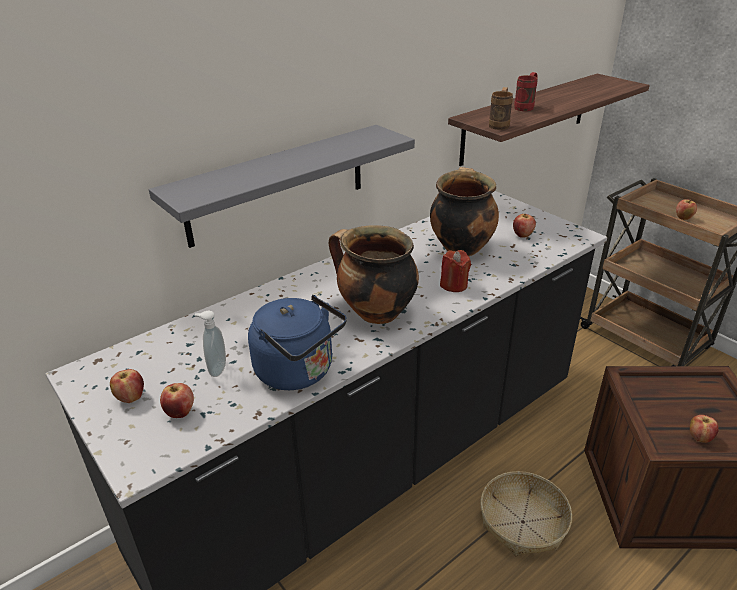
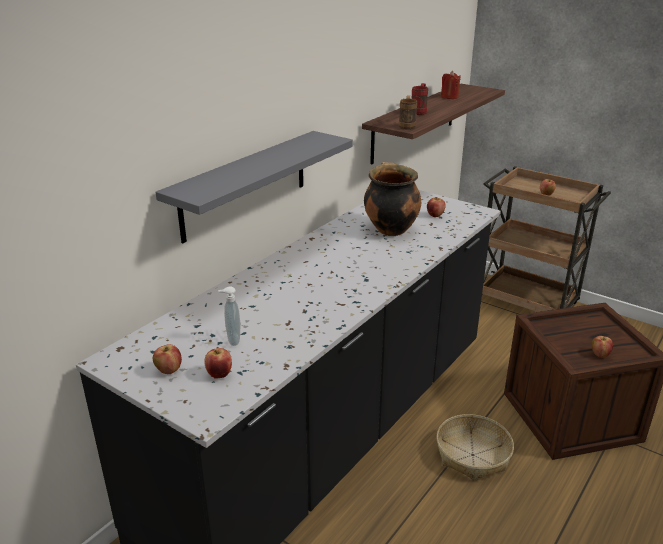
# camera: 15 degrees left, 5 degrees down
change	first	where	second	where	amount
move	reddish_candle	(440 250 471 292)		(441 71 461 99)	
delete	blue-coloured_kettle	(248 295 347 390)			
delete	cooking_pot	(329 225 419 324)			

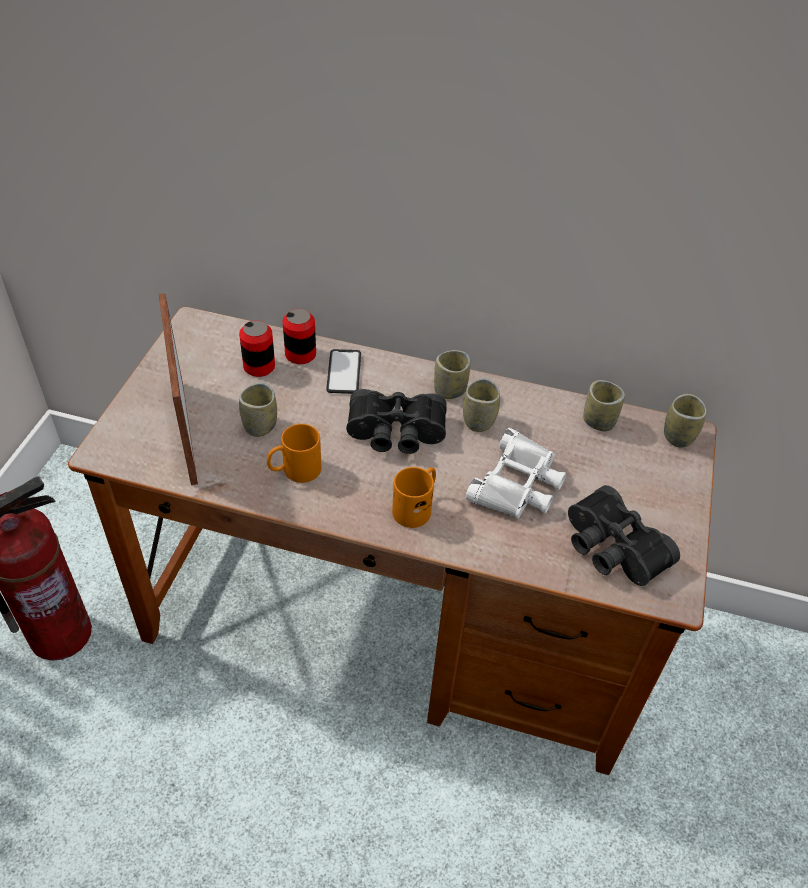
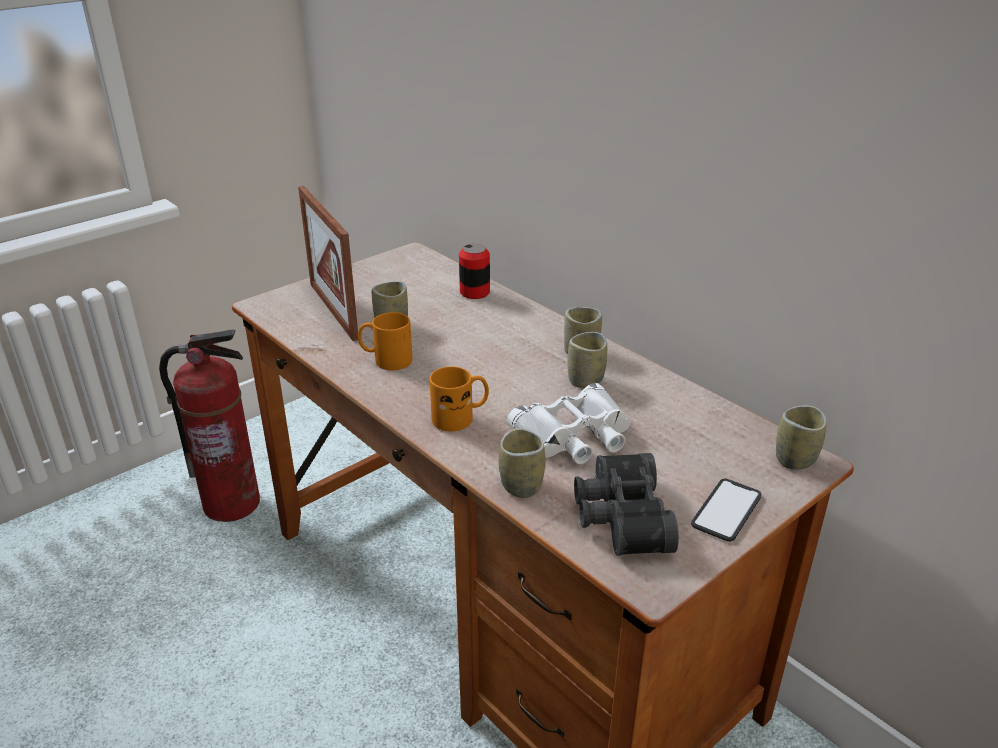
# camera: 35 degrees right, 15 degrees down
change	first	where	second	where	amount
rotate	photo_frame	(159 293 198 485)		(298 186 358 341)	45 degrees counterclockwise
move	drinking_cup	(583 380 625 431)		(498 428 546 498)	
move	telephone	(326 349 361 394)		(691 479 761 542)	
delete	can	(239 320 275 377)			
delete	black-coloured_binoculars	(346 389 447 454)			

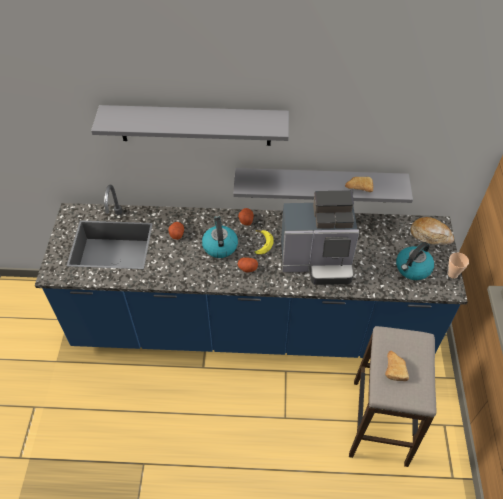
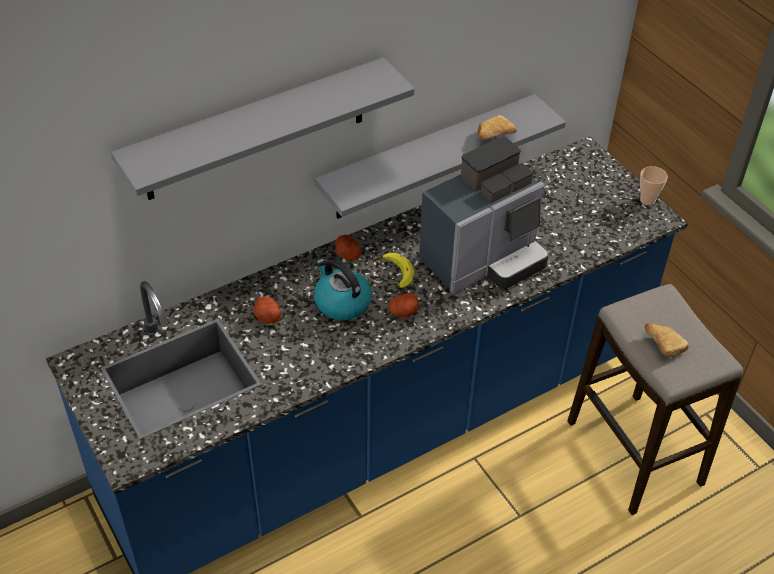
# camera: 35 degrees left, 5 degrees down
change	first	where	second	where	amount
delete	kettle	(396 242 434 280)			
delete	bakery_bread	(411 217 454 245)			

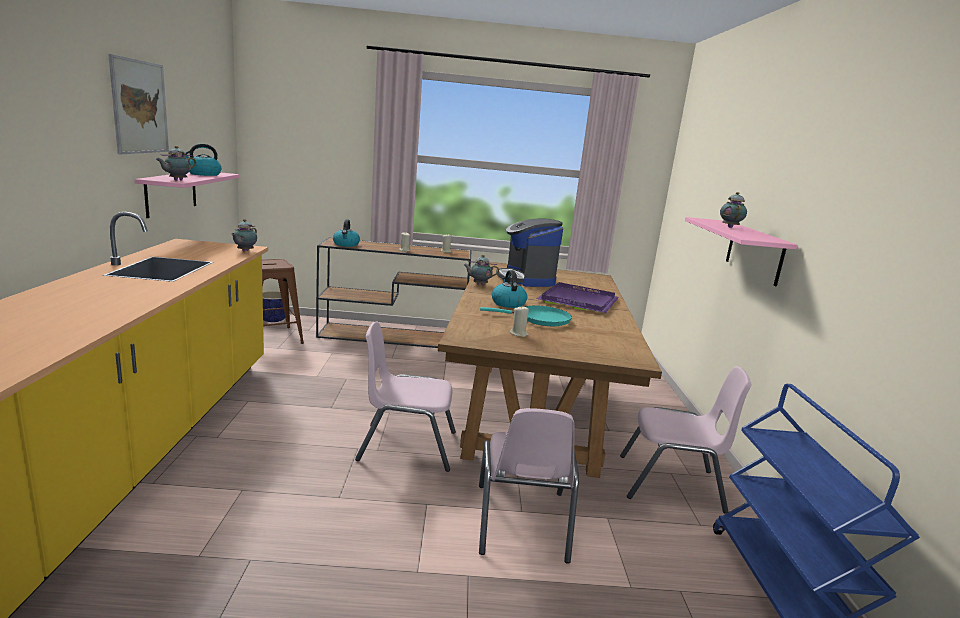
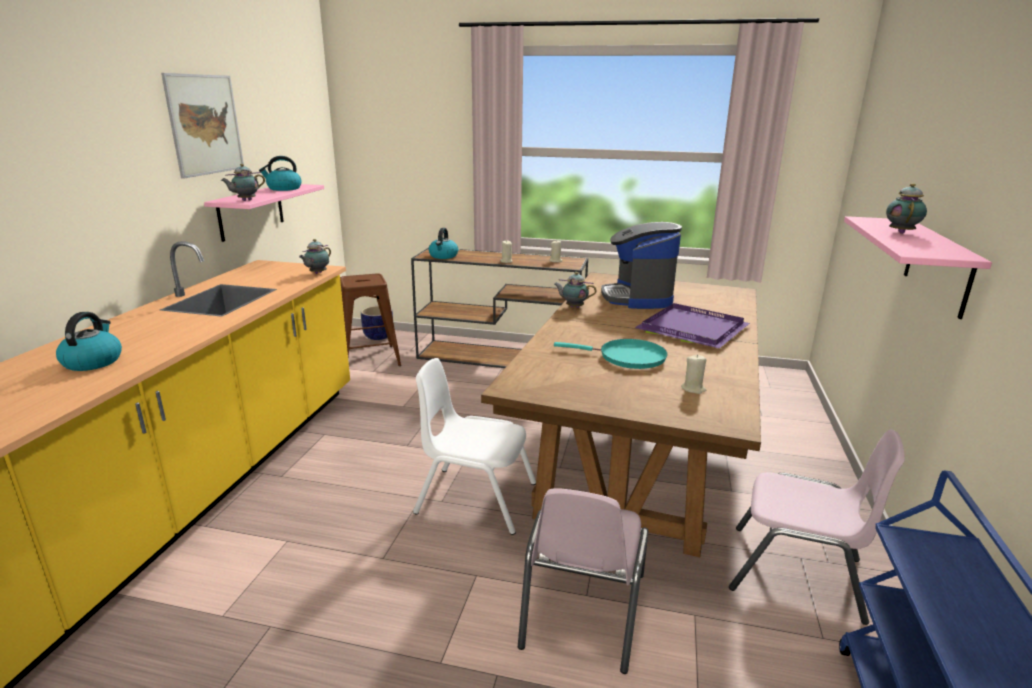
# camera: 15 degrees right, 5 degrees up
change	first	where	second	where	amount
move	kettle	(492 270 527 308)		(56 312 122 371)	
recolor	pink_plain_chair	(355 322 456 472)	whitish_plain_chair	(413 358 536 535)	
move	beige-coloured_candle	(510 307 529 337)		(681 354 706 394)	

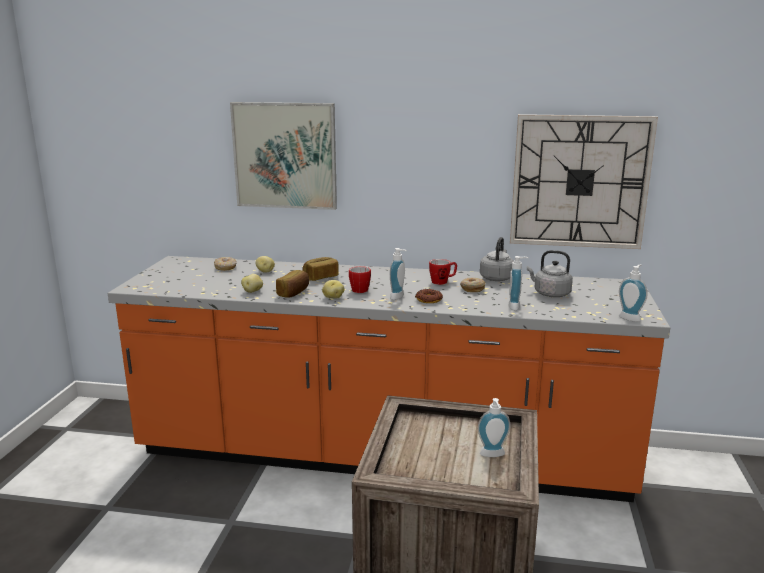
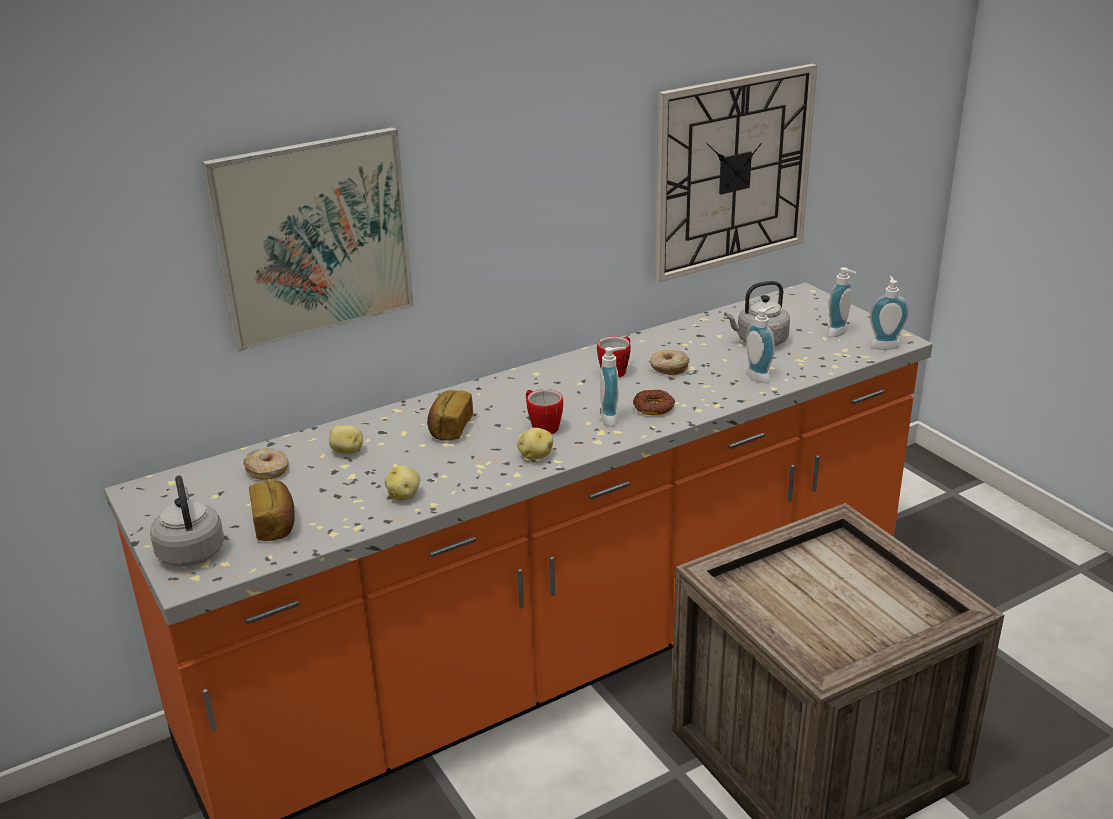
# camera: 40 degrees left, 10 degrees up
change	first	where	second	where	amount
move	gray_kettle	(480 237 514 281)		(150 475 224 566)	
move	bakery_bread	(276 270 309 298)		(249 480 295 541)	
move	liquid_soap_bottle	(478 398 511 457)		(827 267 857 337)	

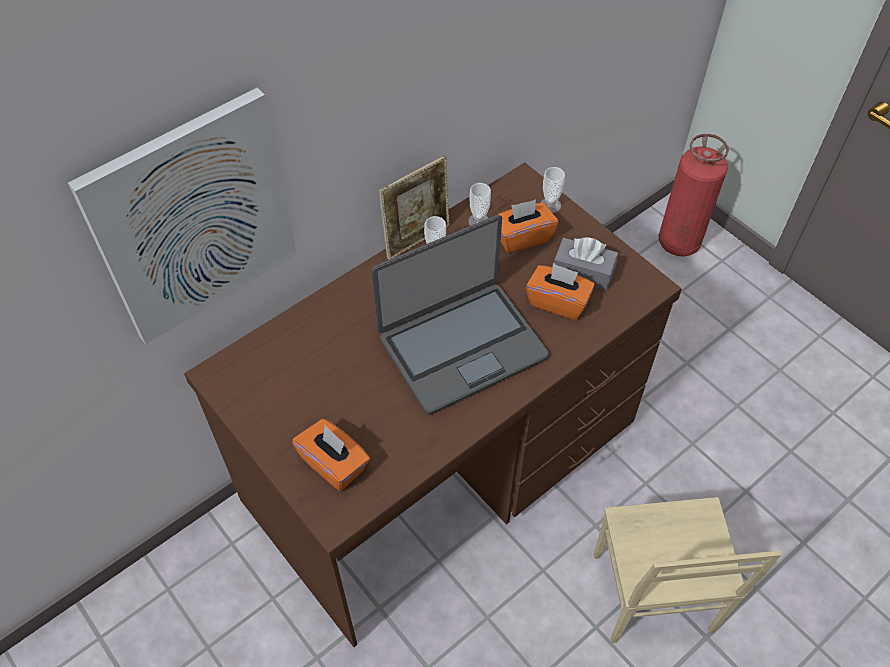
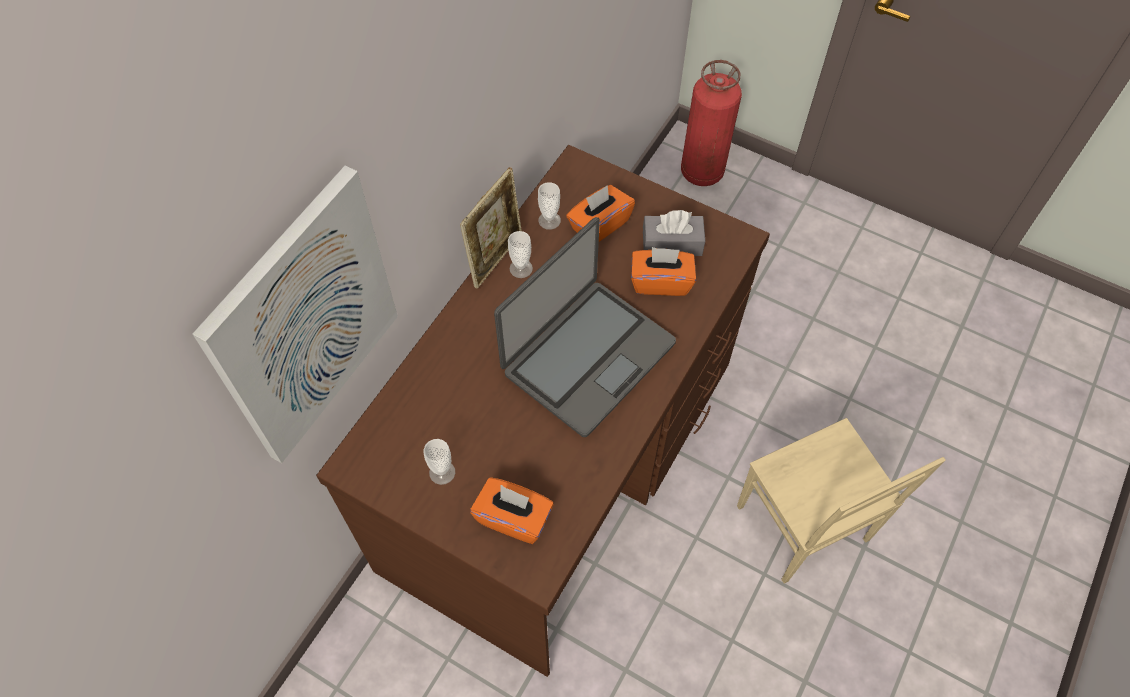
# camera: 20 degrees left, 5 degrees up
change	first	where	second	where	amount
move	drinking_cup	(541 167 565 213)		(423 439 455 485)	

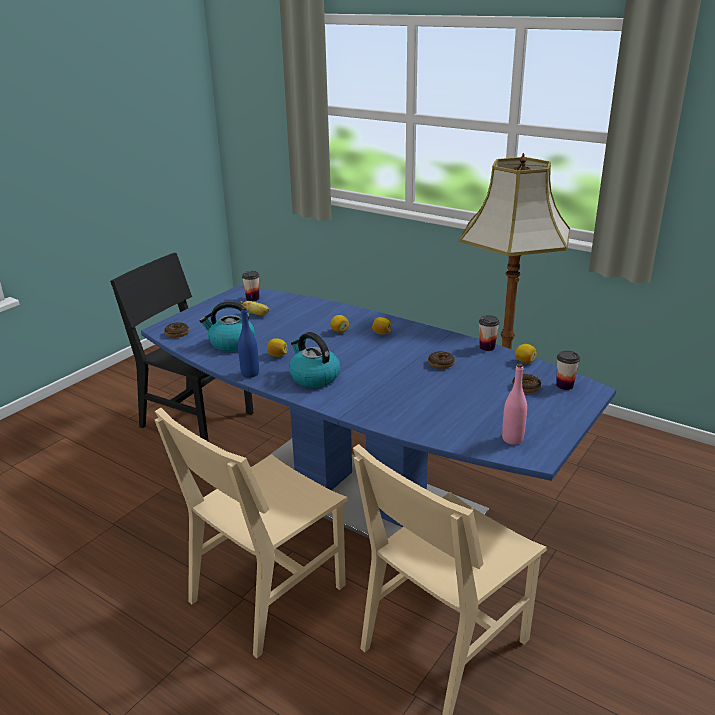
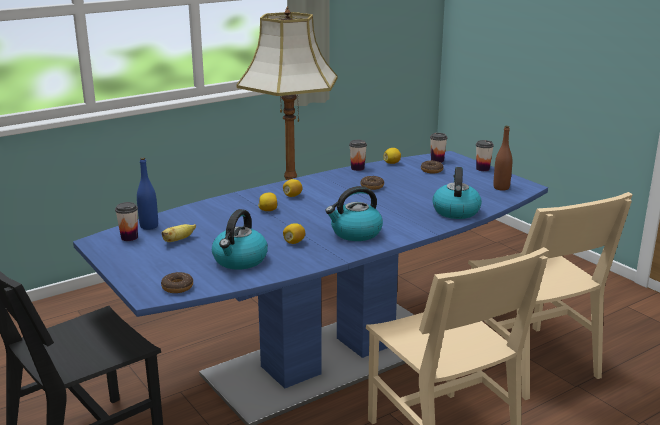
# camera: 70 degrees left, 5 degrees down
change	first	where	second	where	amount
move	blue-coloured_bottle	(238 307 259 378)		(137 157 158 230)	
insert			kettle	(432 167 482 219)	
insert			drinking_cup	(476 140 494 171)	
recolor	pink_bottle	(502 363 527 445)	brown-coloured_bottle	(494 126 512 191)	

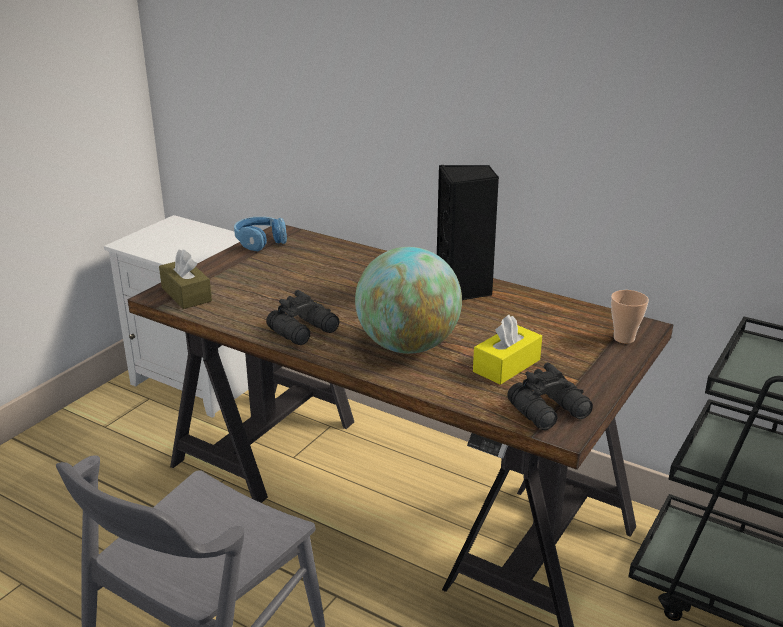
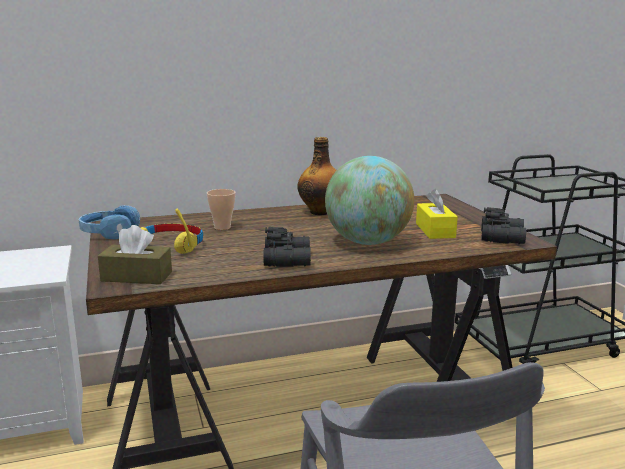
# camera: 50 degrees left, 10 degrees down
change	first	where	second	where	amount
insert			yellow-coloured_headphones	(141 209 203 254)	
move	drinking_cup	(611 290 649 344)		(207 189 236 230)	
replace	black-coloured_audio_speaker	(437 165 500 300)	bottle	(297 137 337 215)	

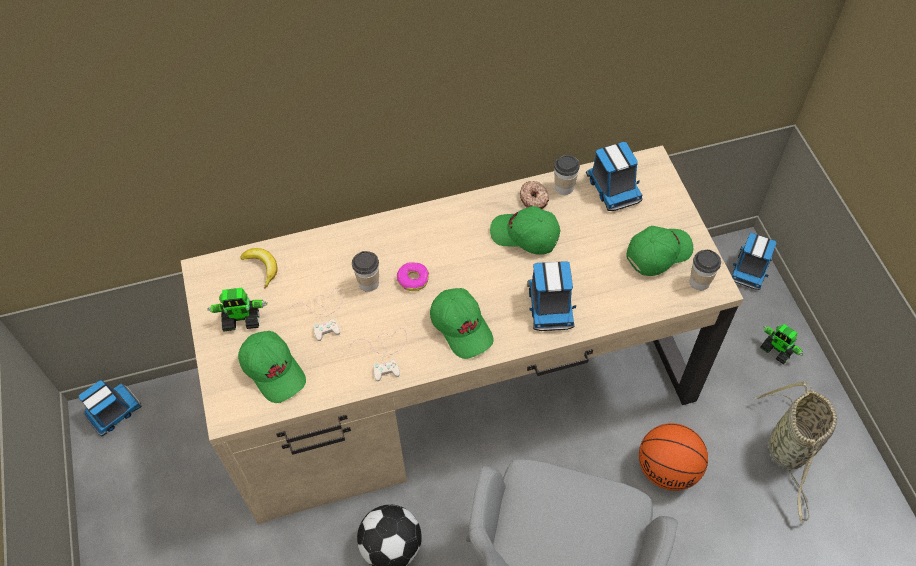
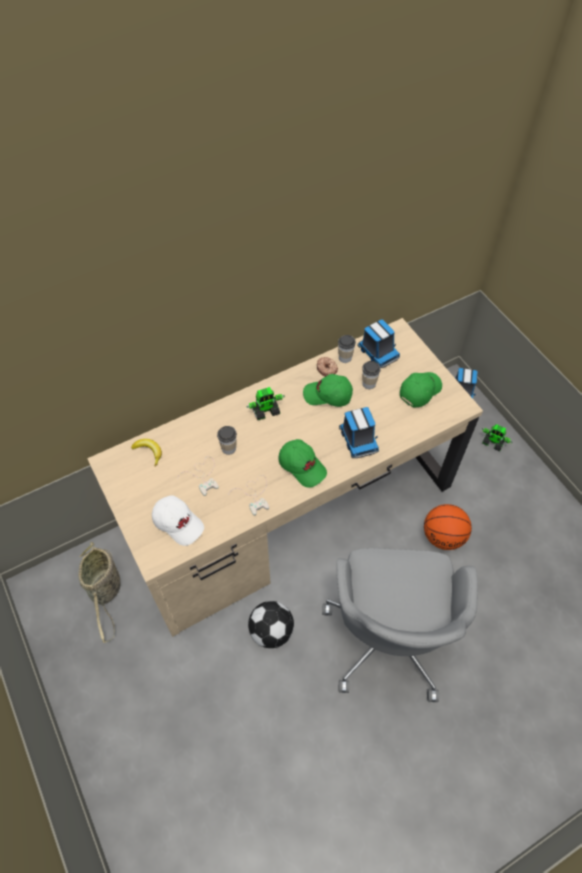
# camera: 15 degrees left, 0 degrees up
change	first	where	second	where	amount
move	household_basket	(755 381 837 522)		(78 542 120 643)	
recolor	greenish_peaked_cap	(238 331 306 403)	whitish_peaked_cap	(152 495 204 546)	
move	robot_figure	(207 288 267 332)		(246 387 285 420)	
move	drinking_cup	(690 250 721 290)		(362 361 381 389)	
delete	toy_truck	(79 380 141 436)			
delete	ring_doughnut	(397 262 429 291)			

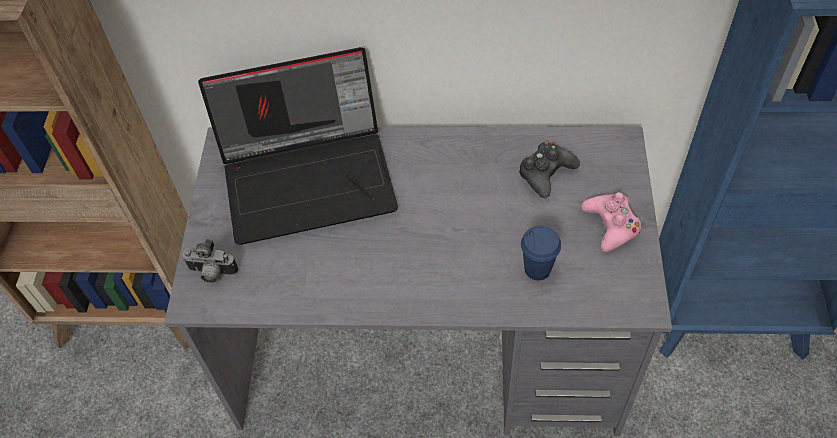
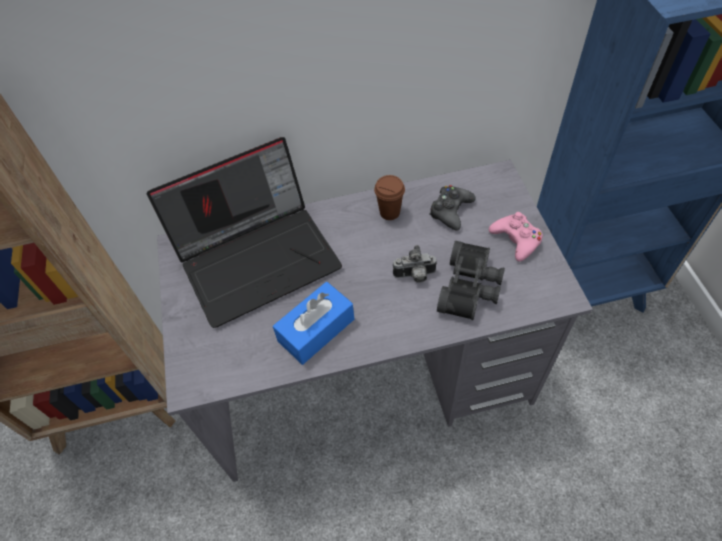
# camera: 15 degrees left, 0 degrees up
change	first	where	second	where	amount
insert			blue-coloured_box_of_tissues	(273 282 354 365)	
insert			brown-coloured_drinking_cup	(374 175 405 220)	
move	photo_camera	(182 239 238 283)		(393 245 437 283)	
replace	blue-coloured_drinking_cup	(521 225 561 280)	black-coloured_binoculars	(437 241 505 320)	

